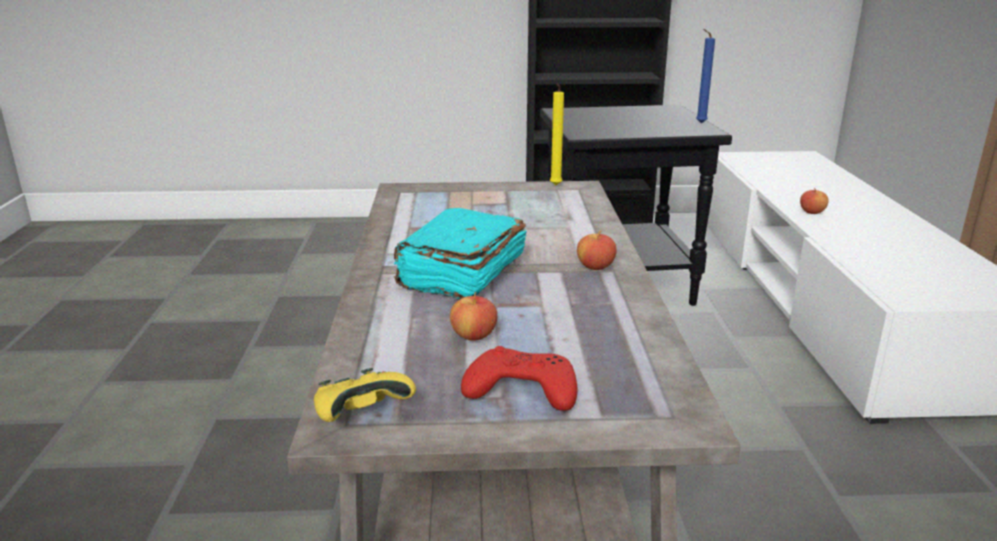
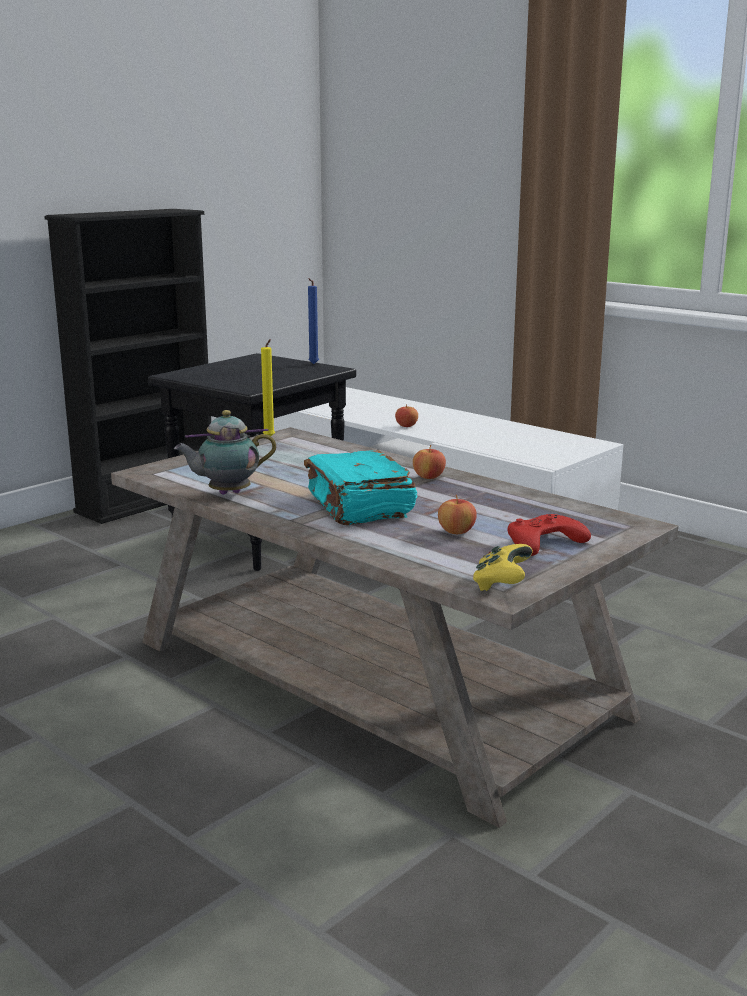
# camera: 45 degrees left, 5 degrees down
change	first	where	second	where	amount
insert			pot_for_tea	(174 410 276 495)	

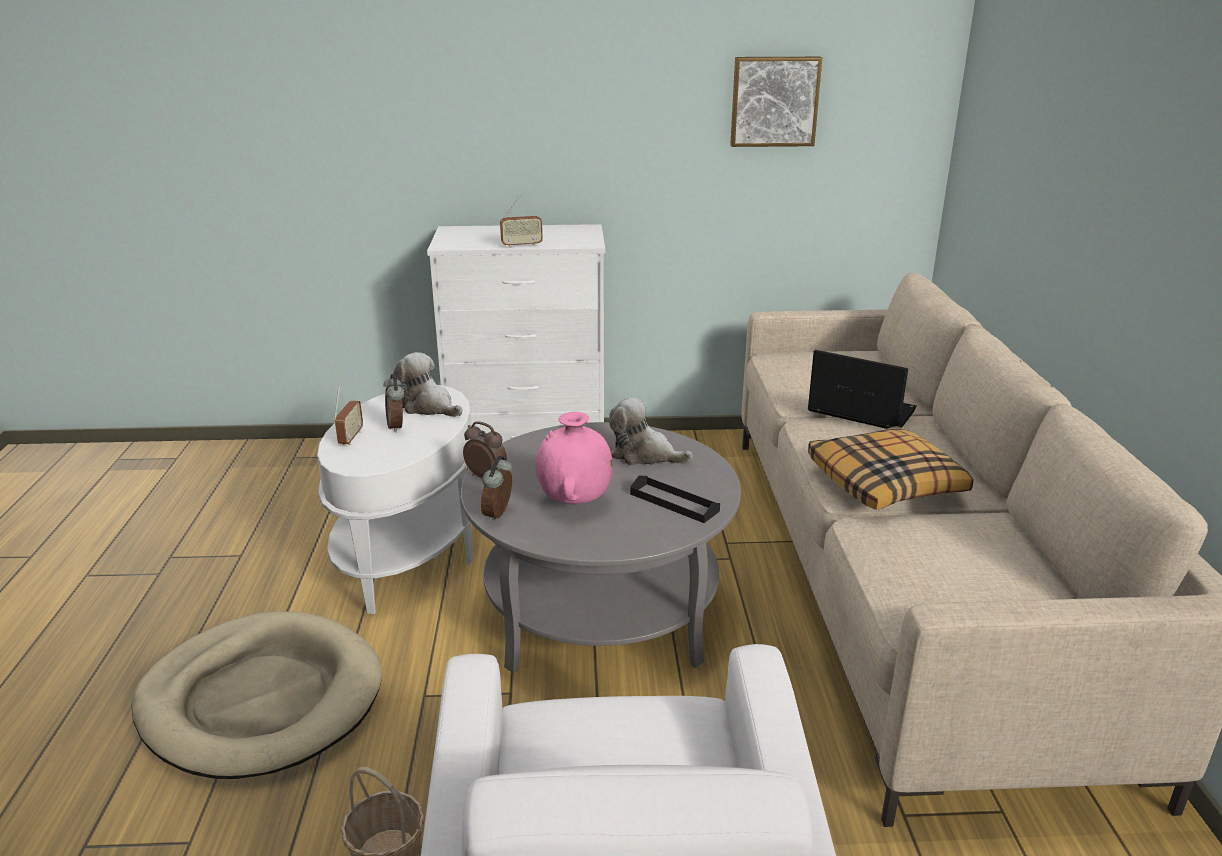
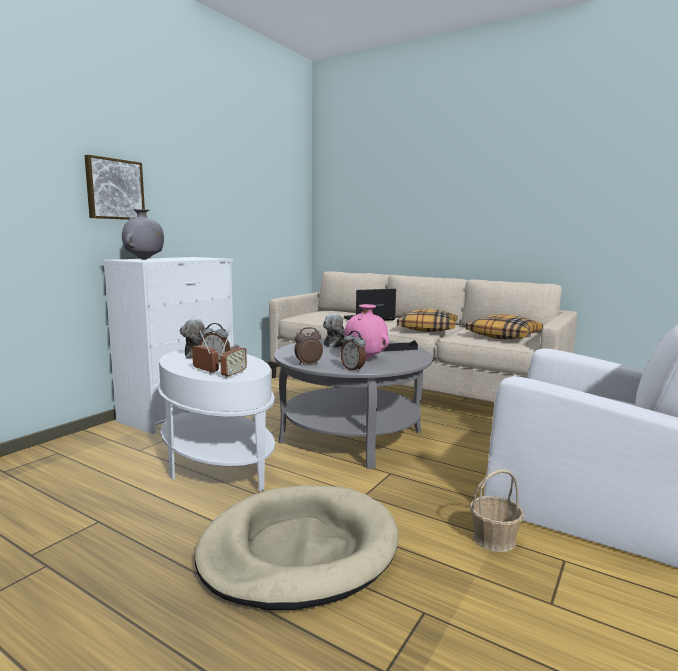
# camera: 55 degrees left, 15 degrees down
change	first	where	second	where	amount
move	picture	(730 57 822 147)		(84 155 145 220)	
insert			gray_decorative_vase	(122 209 164 260)	
move	radio	(500 195 543 248)		(220 331 247 378)	
insert			cushion	(466 315 543 339)	

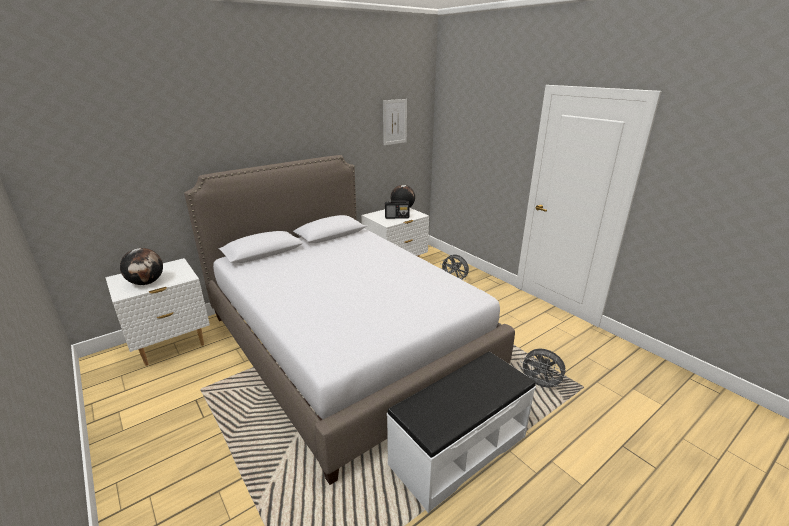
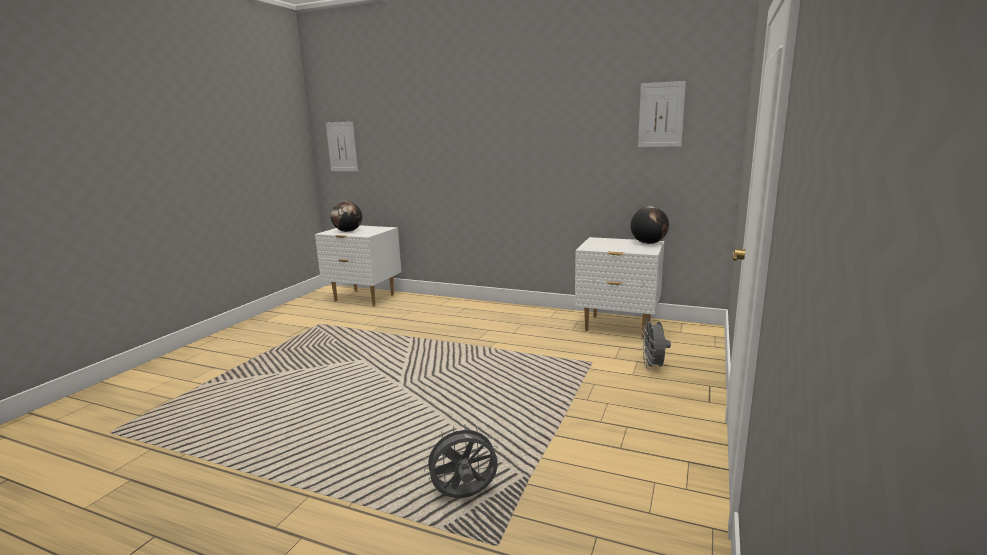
# camera: 60 degrees right, 10 degrees down
change	first	where	second	where	amount
insert			picture	(326 122 358 171)	
rotate	gray_fan	(519 349 567 391)		(423 424 499 498)	75 degrees clockwise
delete	bed	(184 155 515 485)			
delete	radio	(385 200 410 219)			
delete	whitish_bench	(387 352 536 513)			

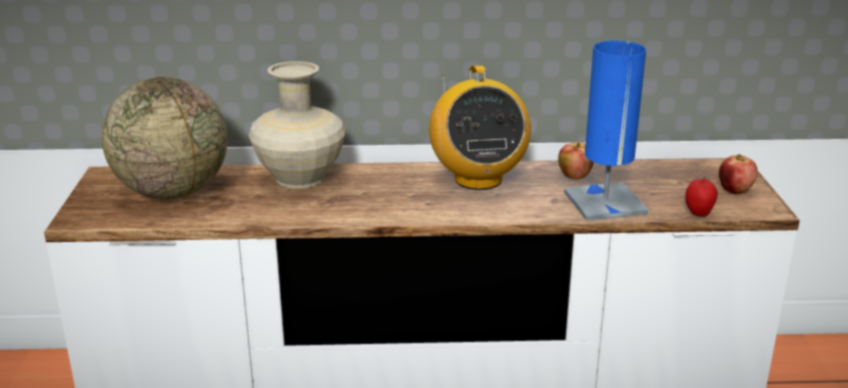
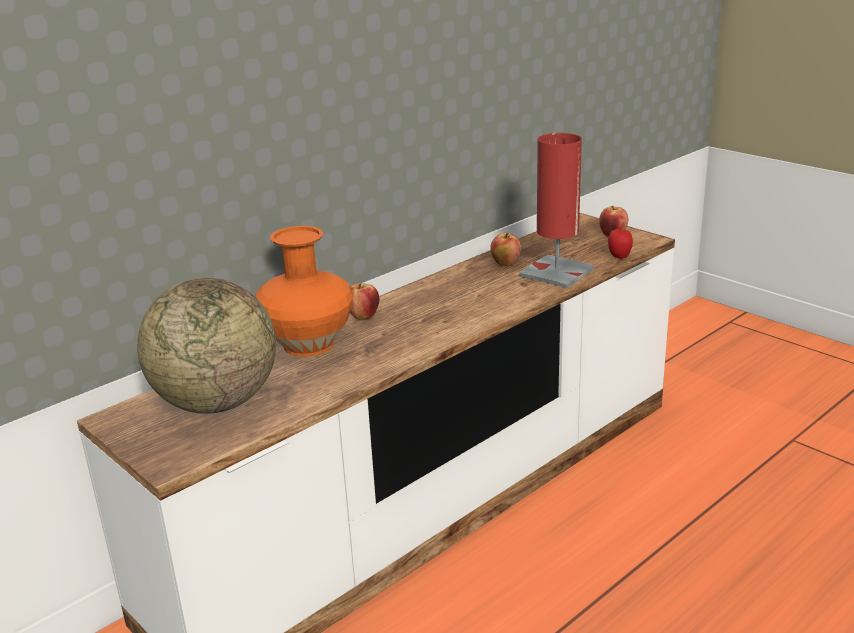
# camera: 40 degrees left, 0 degrees up
change	first	where	second	where	amount
recolor	beige-coloured_decorative_vase	(249 61 345 189)	orangey_decorative_vase	(255 226 353 357)	
insert			apple	(350 283 379 320)	
recolor	blue-coloured_table_lamp	(564 41 649 221)	reddish_table_lamp	(519 133 594 288)	
delete	radio	(429 65 531 190)			

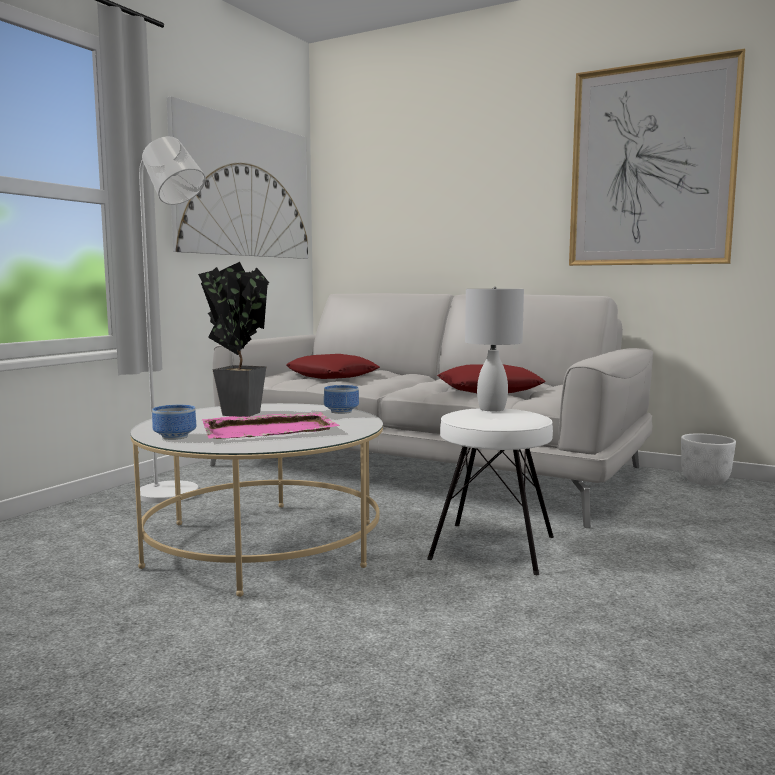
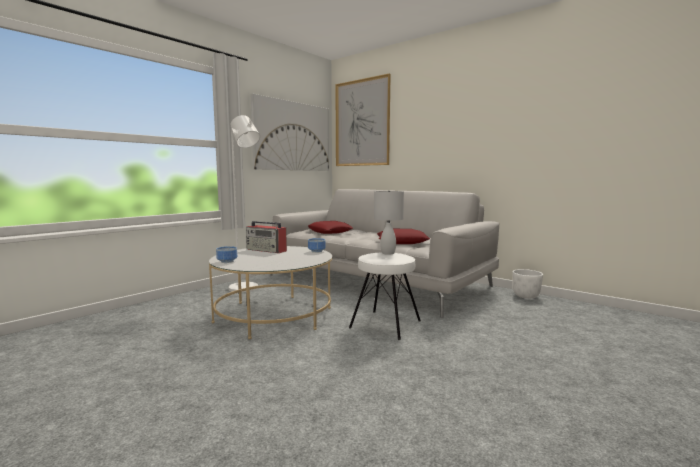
# camera: 10 degrees right, 0 degrees up
change	first	where	second	where	amount
replace	potted_plant	(198 262 269 417)	radio	(246 221 287 253)	
move	picture	(569 49 745 266)		(335 74 391 166)	
delete	pink_carrying_tray	(202 412 340 439)			

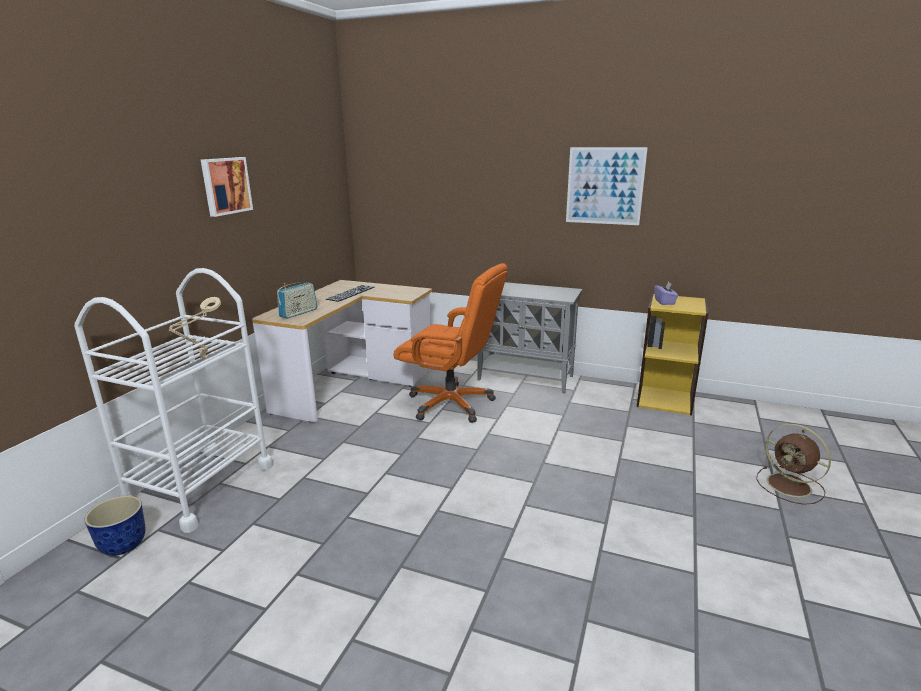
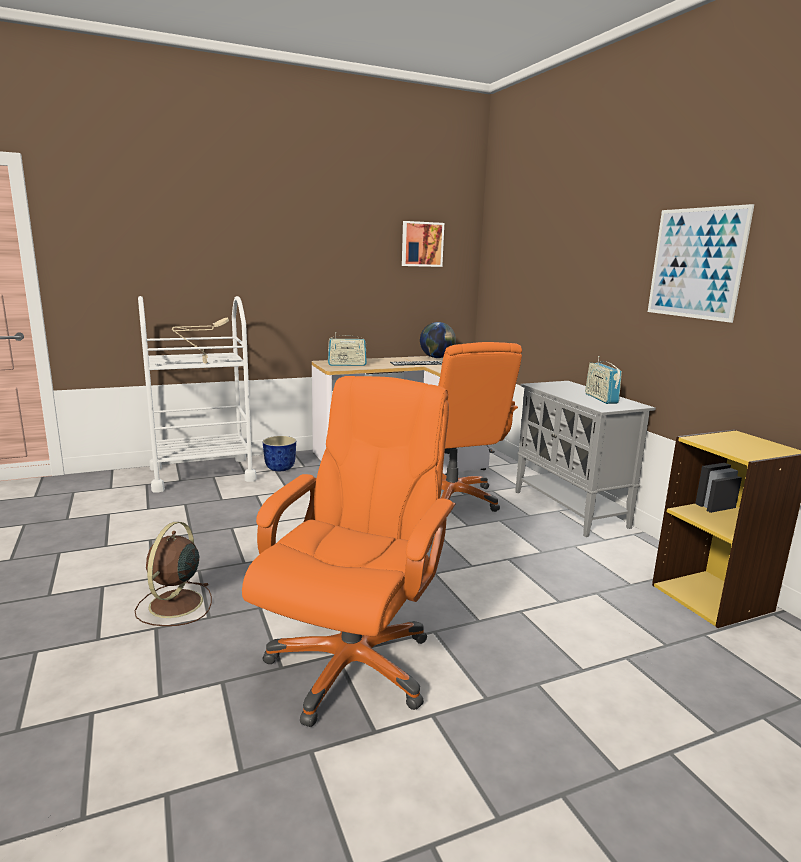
# camera: 45 degrees right, 5 degrees down
change	first	where	second	where	amount
move	brown-coloured_fan	(756 424 831 505)		(135 522 212 626)	
insert			orangey_desk_chair	(242 376 456 727)	
move	planter	(84 496 145 556)		(263 436 296 471)	
move	picture	(201 157 253 217)		(402 221 444 267)	
insert			desk_globe	(420 322 456 358)	
insert			radio	(585 356 622 404)	
delete	purplish_box_of_tissues	(654 282 678 305)			

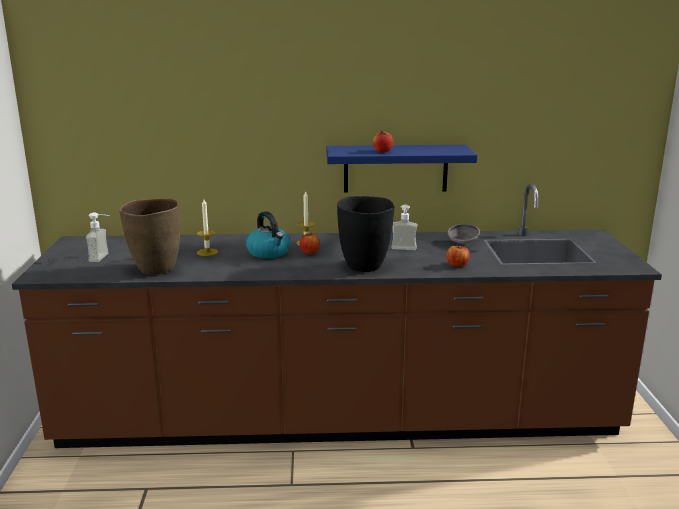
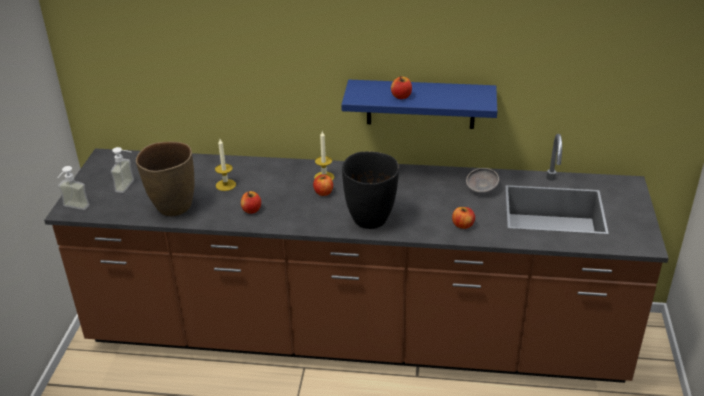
# camera: 10 degrees right, 15 degrees up
change	first	where	second	where	amount
move	liquid_soap_bottle	(391 204 417 250)		(58 166 90 210)	
insert			apple	(241 191 261 214)	
delete	kettle	(246 211 290 258)			

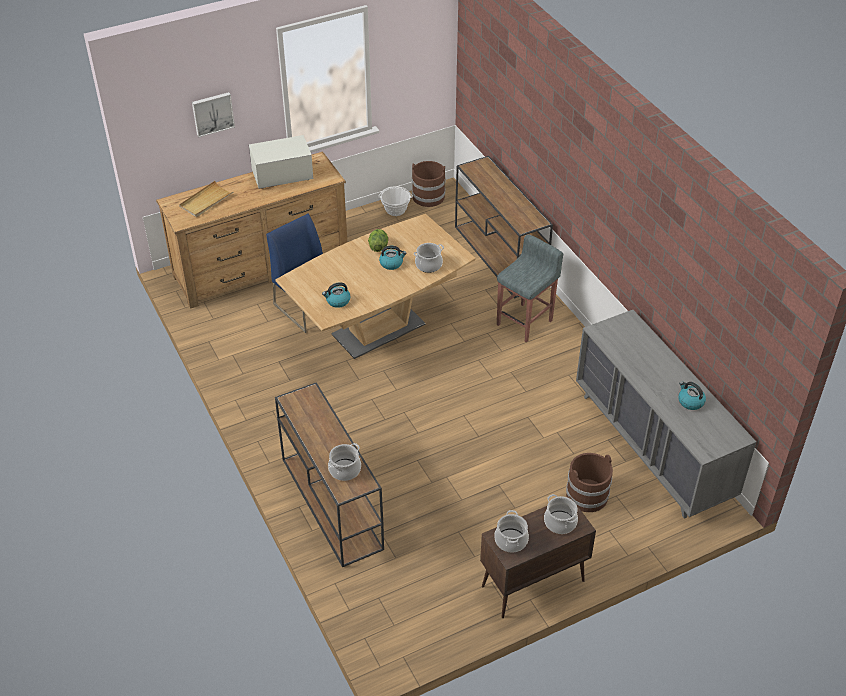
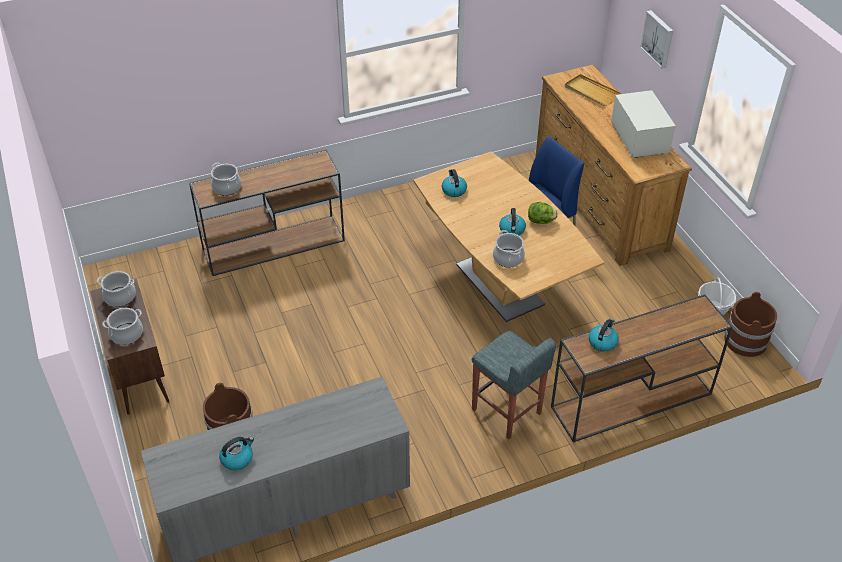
# camera: 95 degrees right, 0 degrees up
change	first	where	second	where	amount
insert			kettle	(589 319 619 351)	

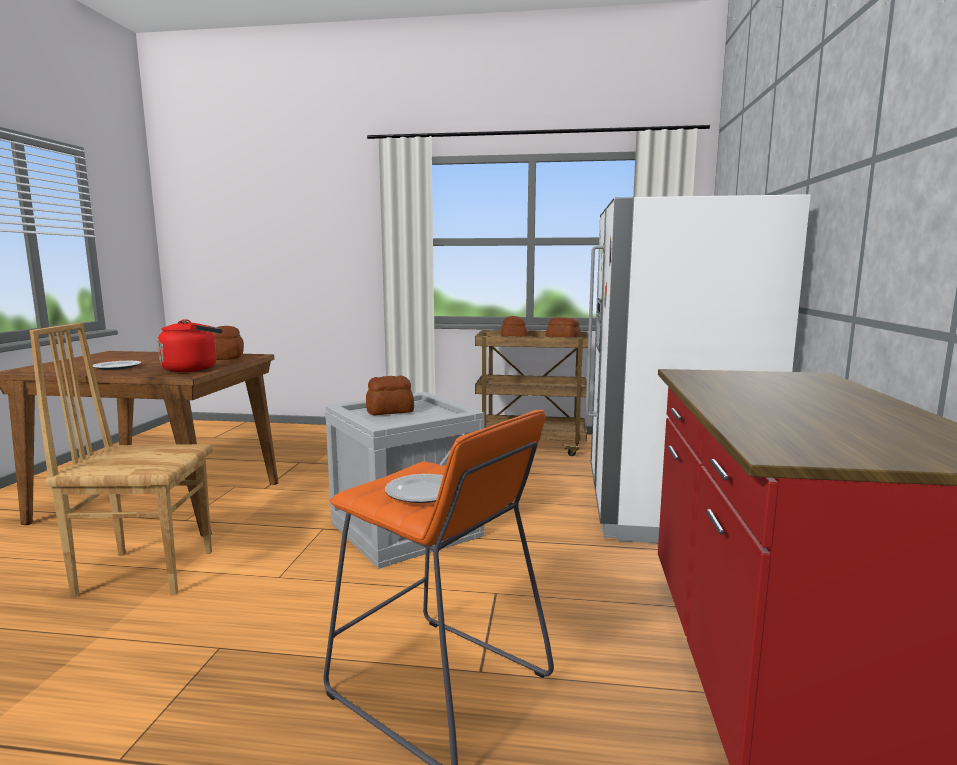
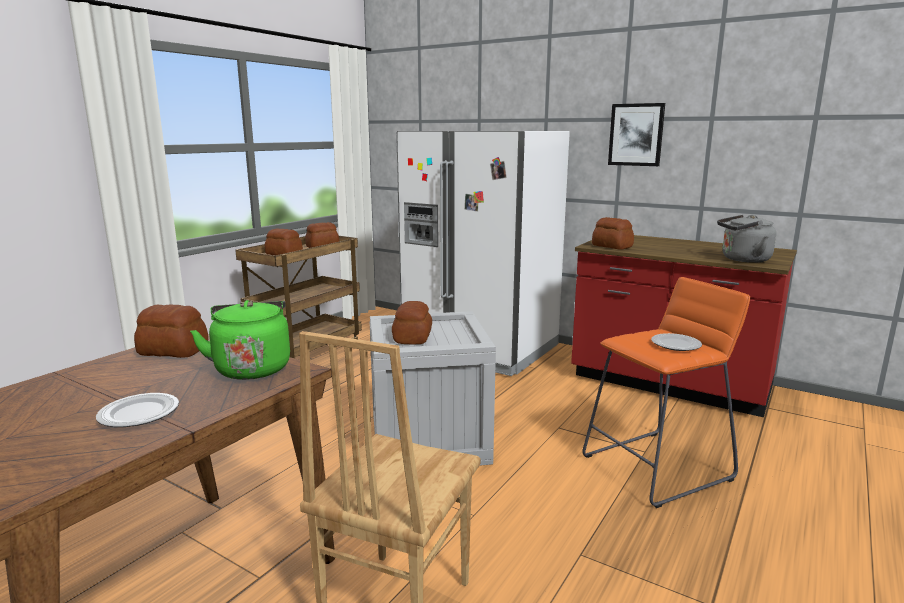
# camera: 65 degrees left, 5 degrees up
change	first	where	second	where	amount
recolor	reddish_kettle	(158 319 223 372)	greenish_kettle	(190 300 290 380)	
insert			bakery_bread	(592 217 634 250)	
insert			picture	(608 103 665 166)	
insert			gray_kettle	(717 215 776 263)	

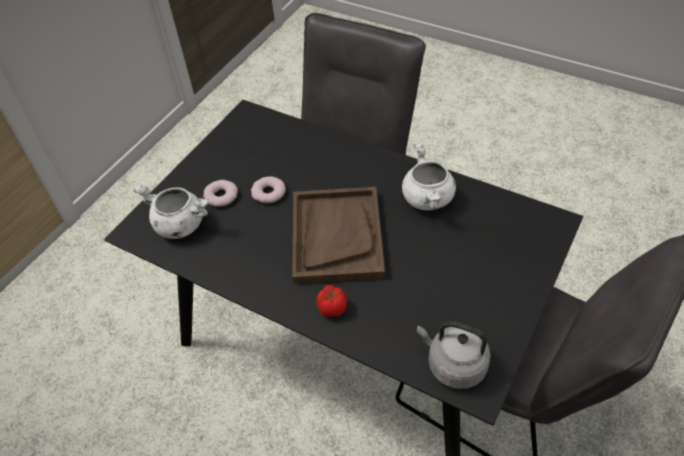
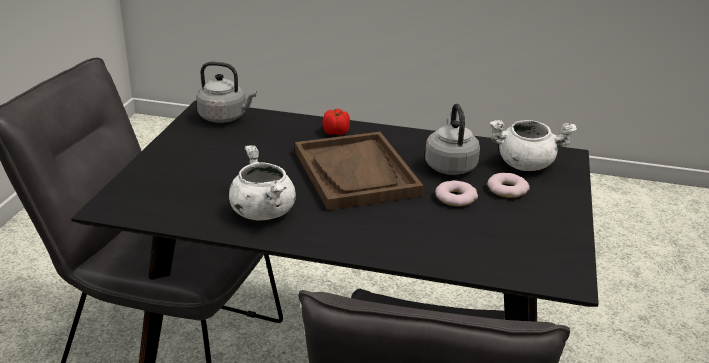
# camera: 160 degrees right, 20 degrees down
change	first	where	second	where	amount
insert			gray_kettle	(425 103 480 175)	

